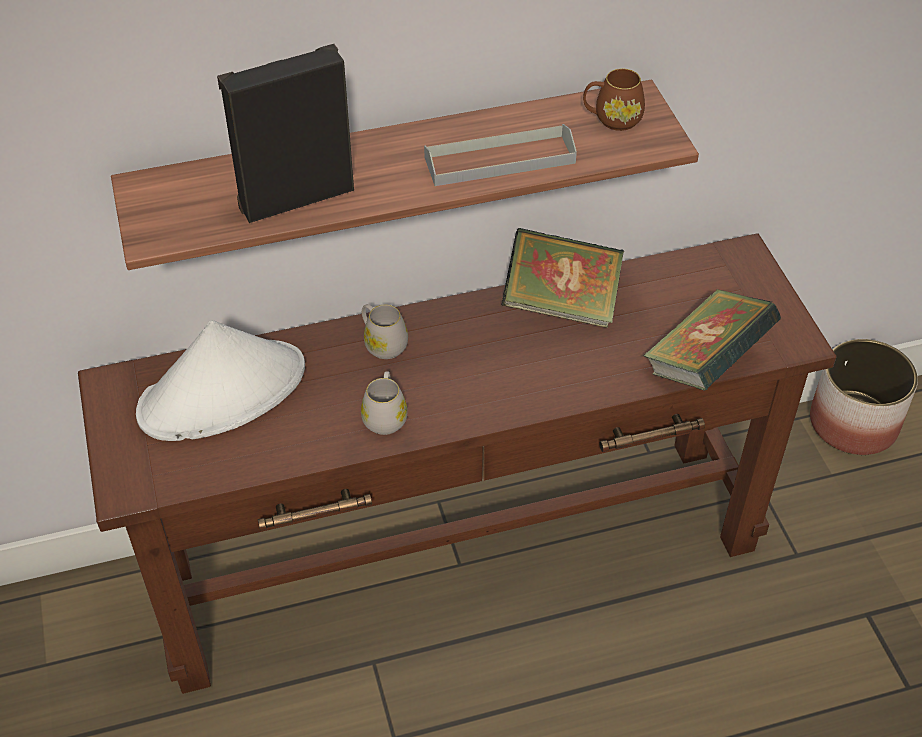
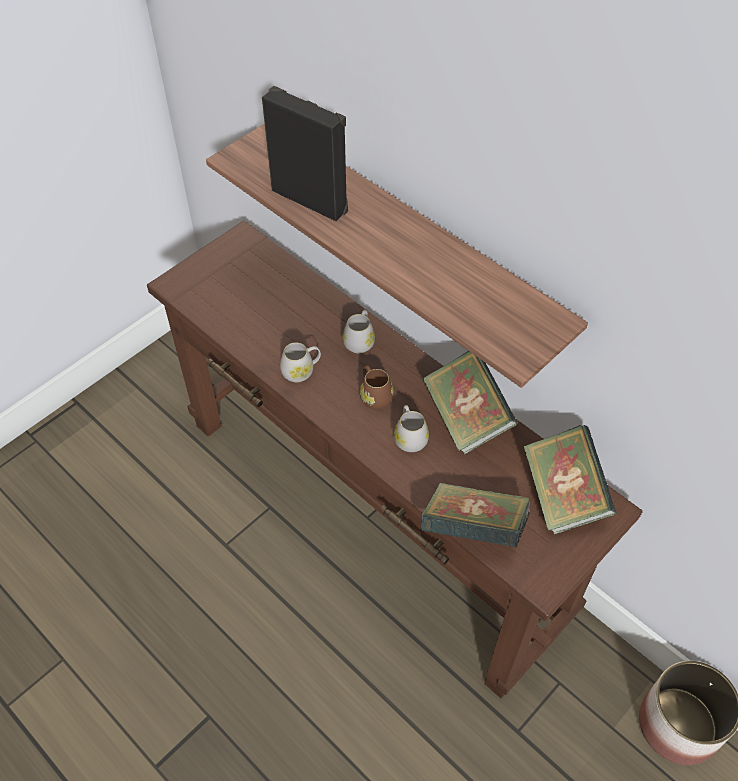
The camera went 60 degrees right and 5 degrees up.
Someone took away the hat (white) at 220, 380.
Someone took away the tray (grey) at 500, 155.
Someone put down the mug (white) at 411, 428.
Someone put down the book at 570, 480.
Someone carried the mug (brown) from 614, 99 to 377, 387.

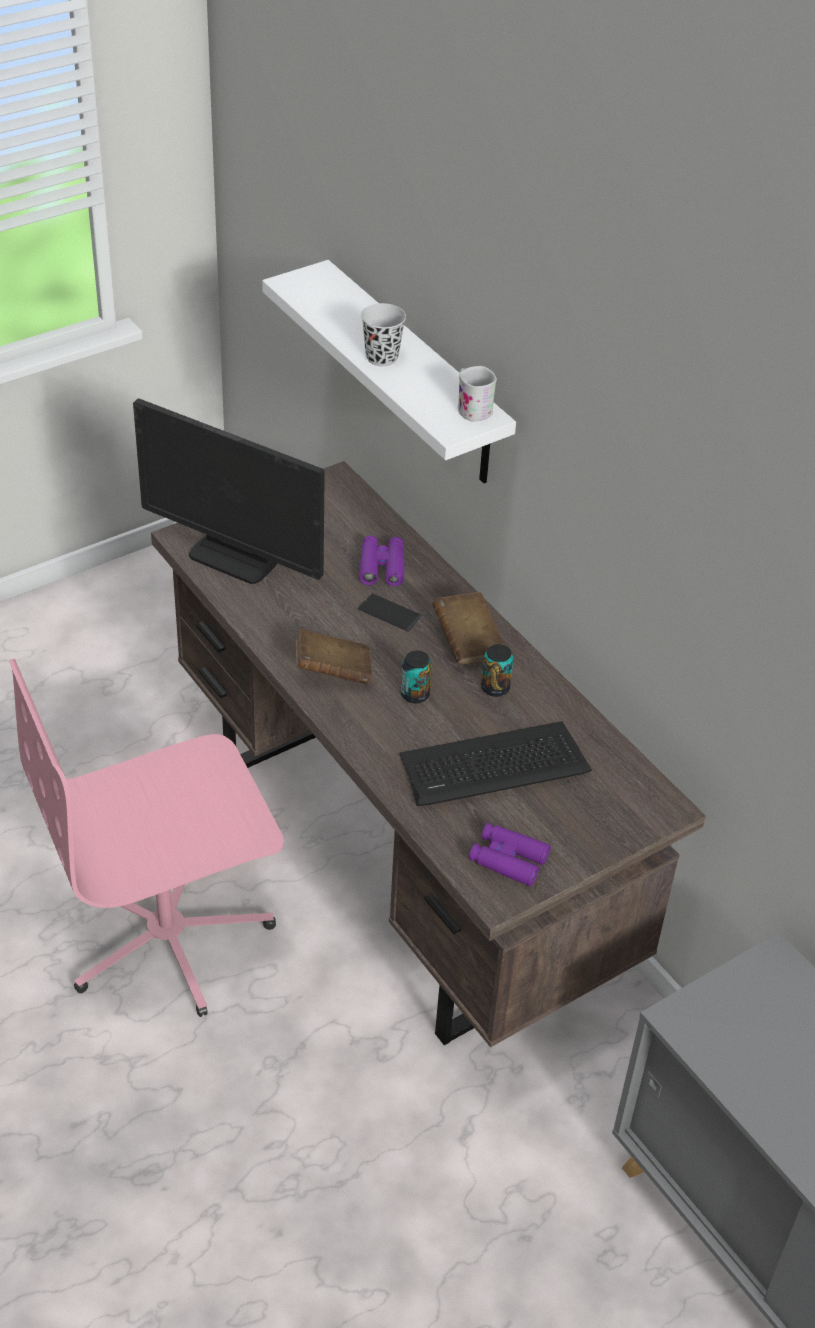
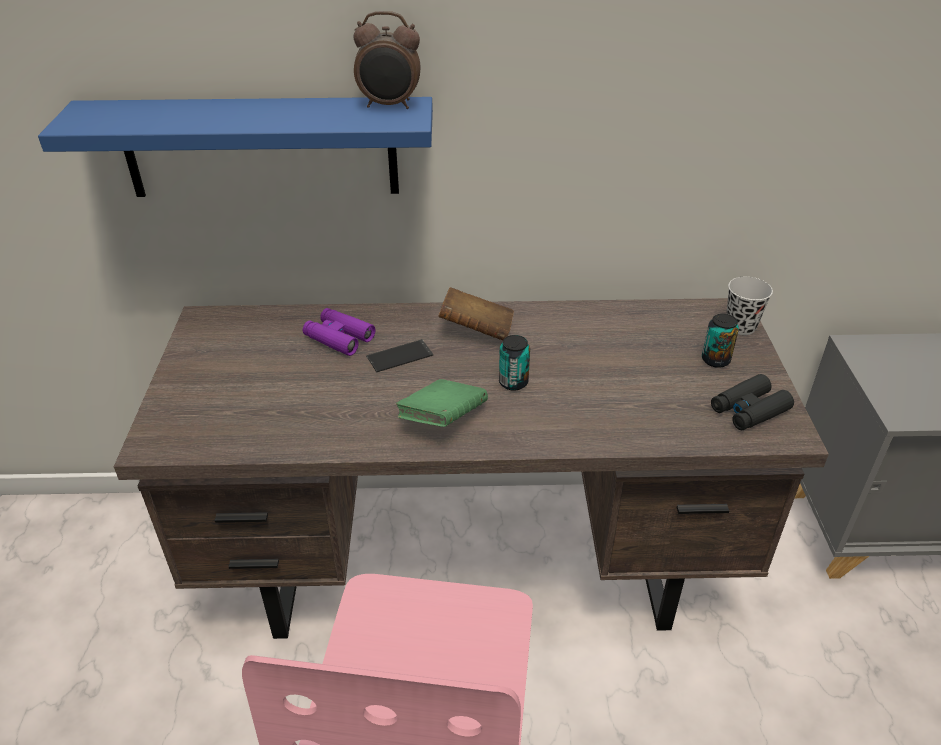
The camera went 55 degrees left and 5 degrees down.
Someone took away the monitor at 229, 491.
Someone took away the keyboard at 496, 763.
Someone carried the cup (black) from 383, 334 to 749, 306.
Someone carried the can from 497, 670 to 720, 340.
Someone swapped the mug (white) at 477, 393 for the alarm clock at 386, 60.
Someone repainted the shelf (white) at 389, 371, which became the shelf (blue) at 235, 147.
Someone repainted the book (brown) at 334, 657, which became the book (green) at 442, 403.
Someone repainted the binoculars (purple) at 510, 854, which became the binoculars (black) at 752, 402.

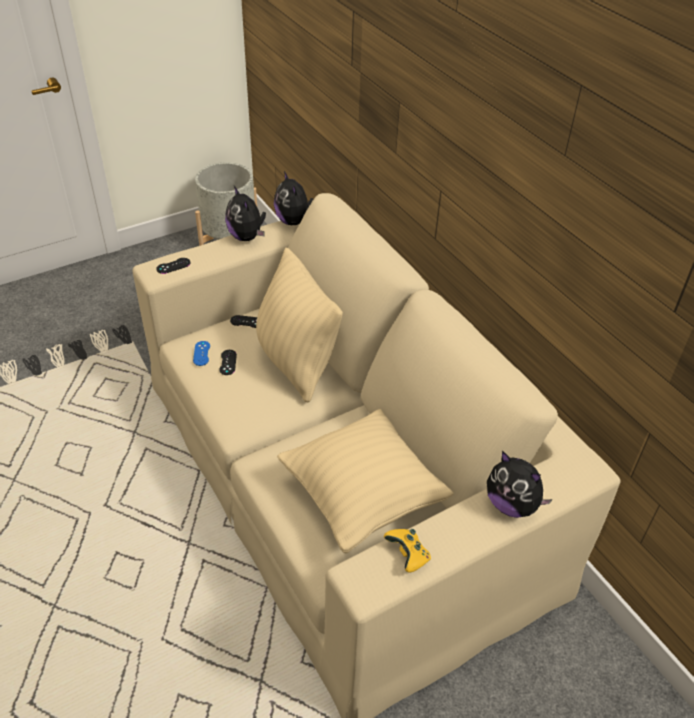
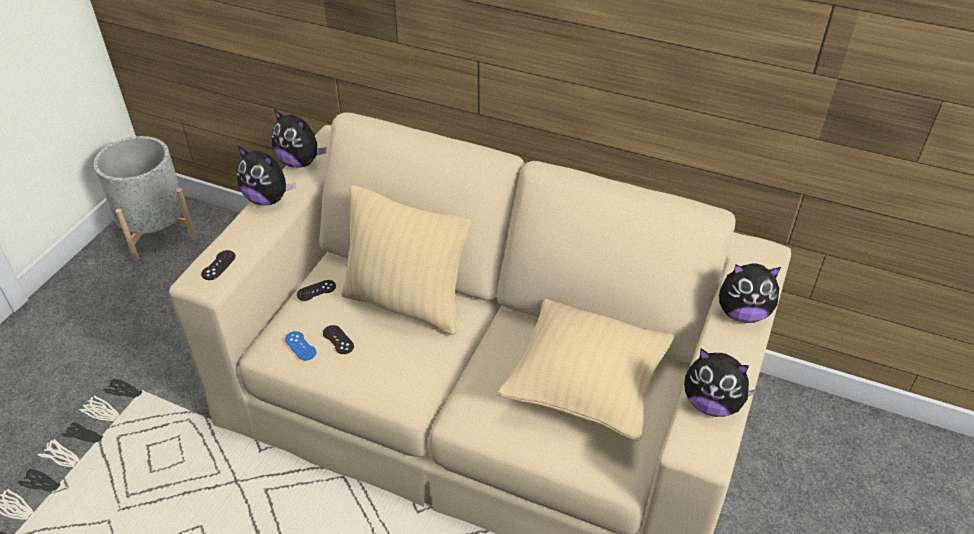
The camera went 35 degrees left and 0 degrees up.
Someone swapped the game controller (yellow) at 407, 550 for the plush toy at 720, 383.

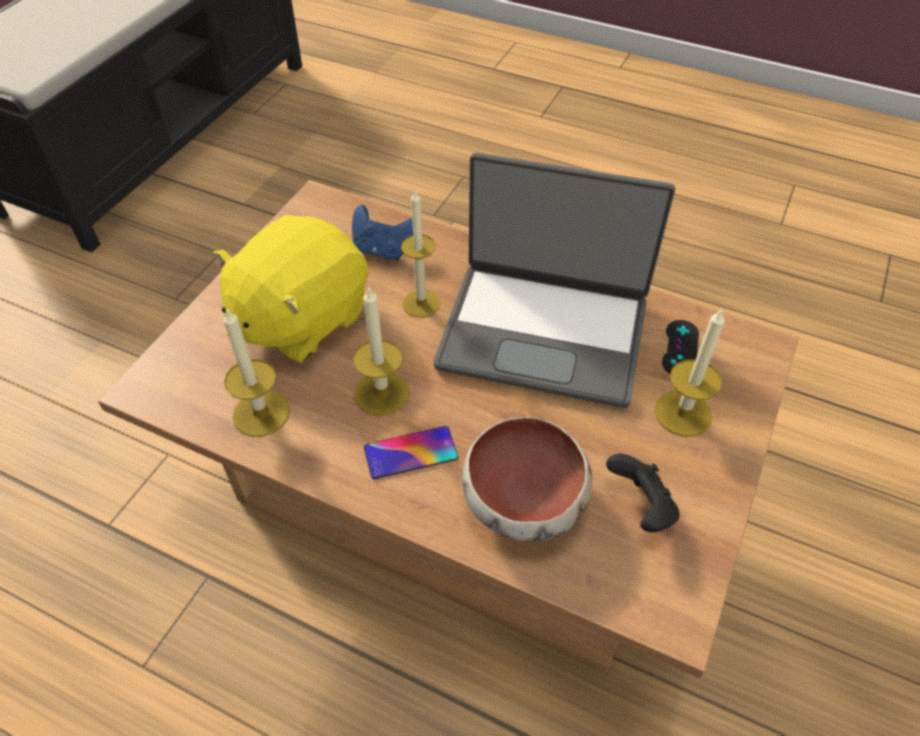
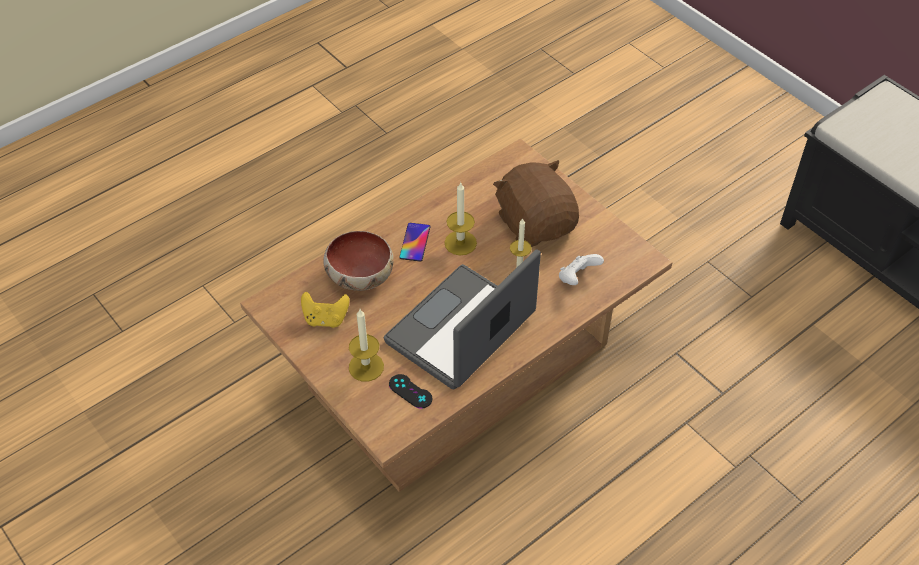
The camera went 115 degrees right and 0 degrees up.
Someone took away the candle at 257, 373.
Someone repainted the plush toy (yellow) at 290, 289, which became the plush toy (brown) at 536, 203.
Someone repainted the game controller (blue) at 382, 232, which became the game controller (white) at 581, 269.
Someone repainted the game controller (black) at 643, 493, which became the game controller (yellow) at 325, 310.

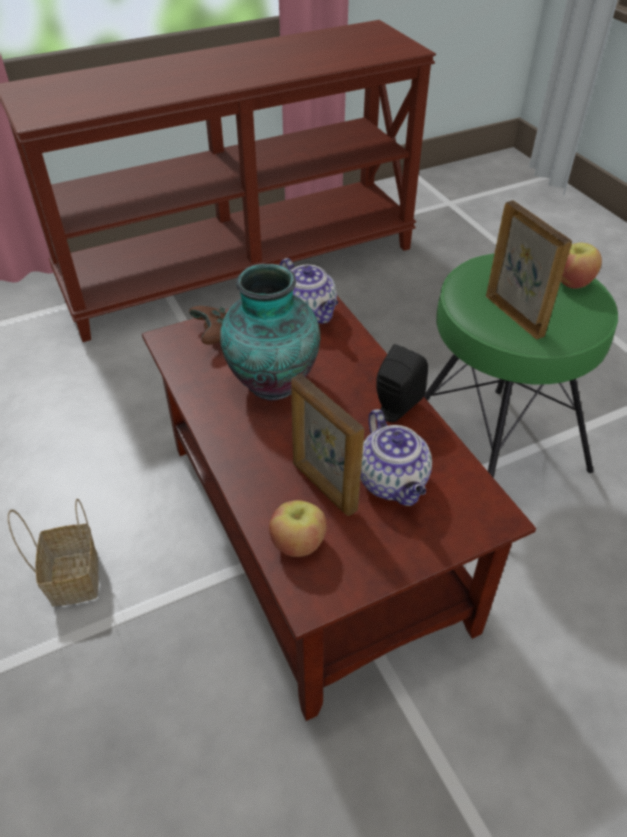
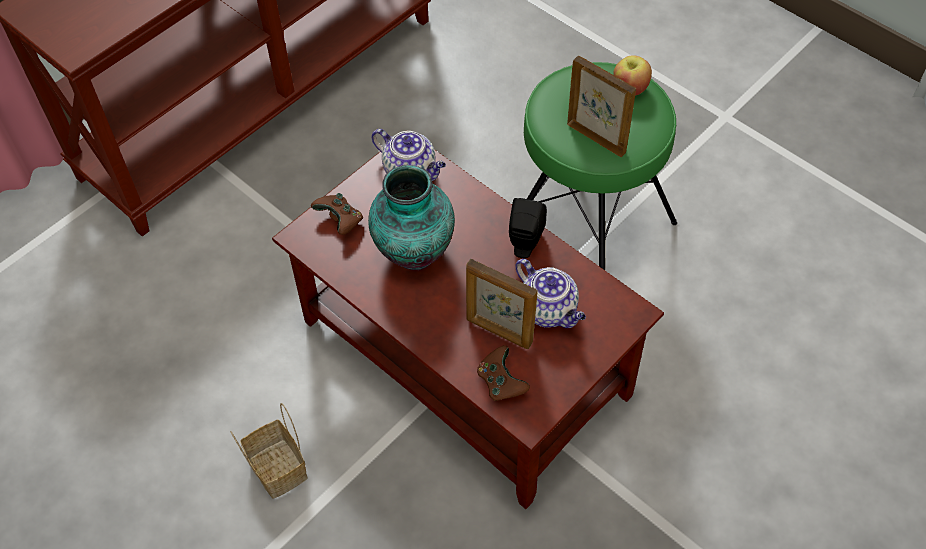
The camera went 20 degrees left and 10 degrees up.
Someone swapped the apple at 298, 528 for the game controller (brown) at 503, 373.

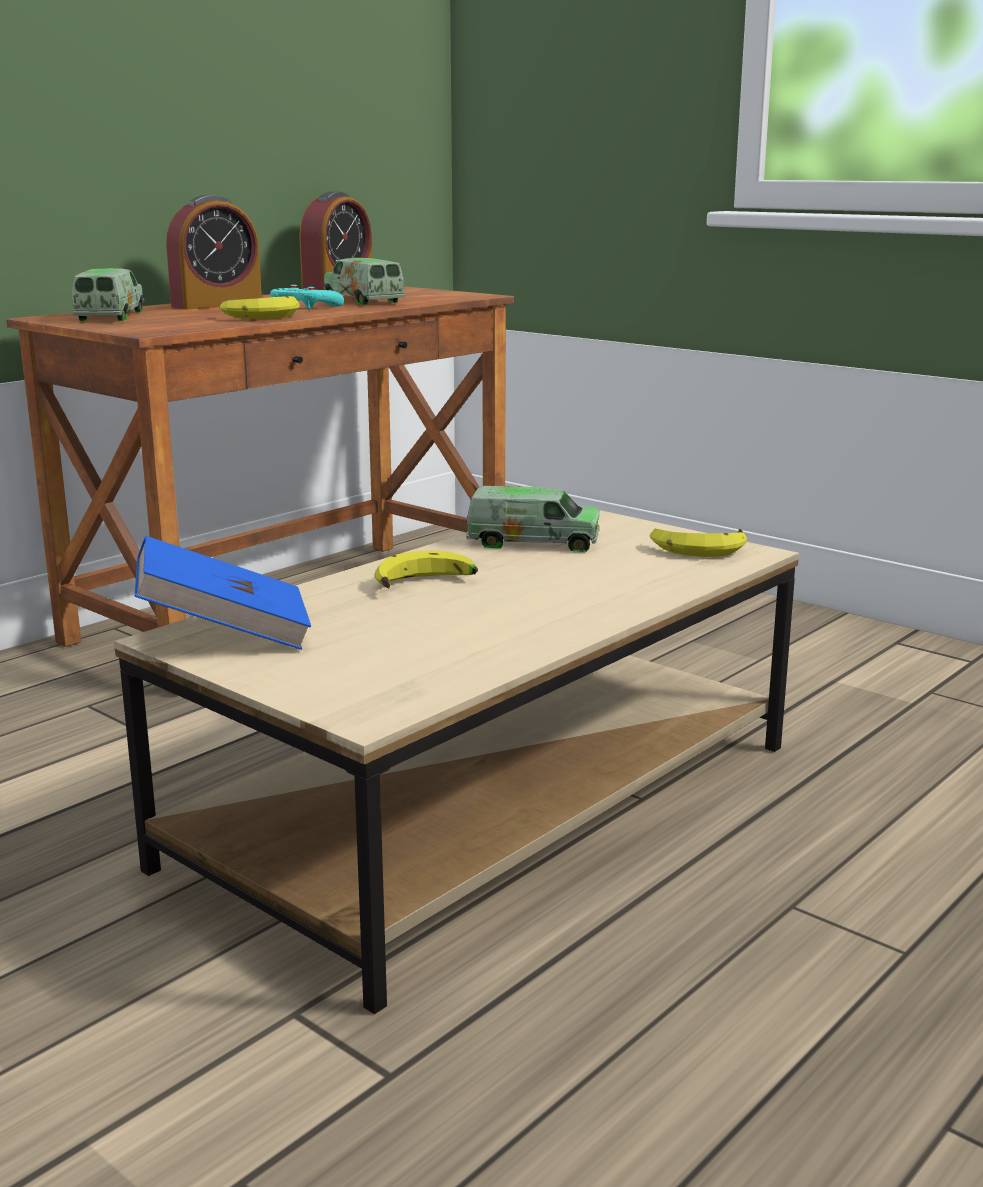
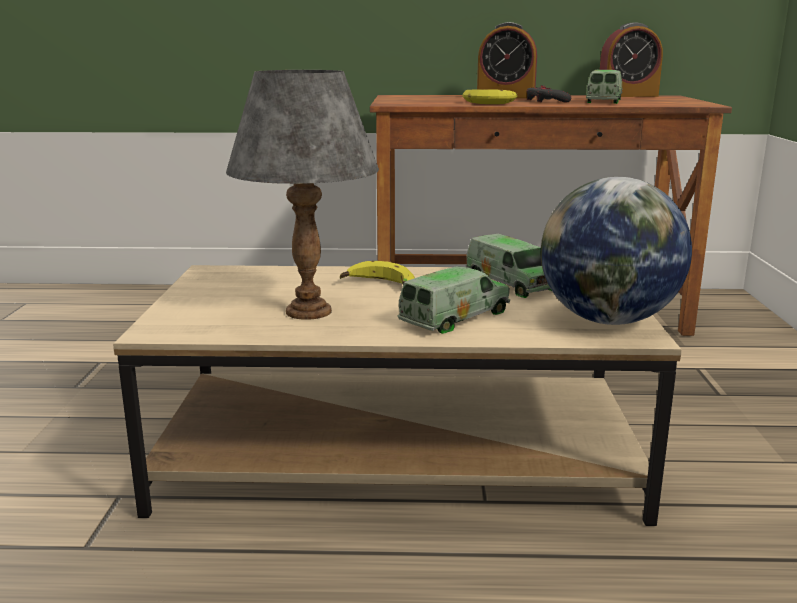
The camera went 50 degrees right and 0 degrees up.
Someone took away the book (blue) at 223, 593.
Someone put down the table lamp (grey) at 302, 195.
Someone carried the toy truck from 108, 294 to 454, 300.
Someone swapped the banana at 698, 543 for the globe at 616, 251.
Someone repainted the game controller (turquoise) at 307, 297, which became the game controller (grey) at 548, 93.

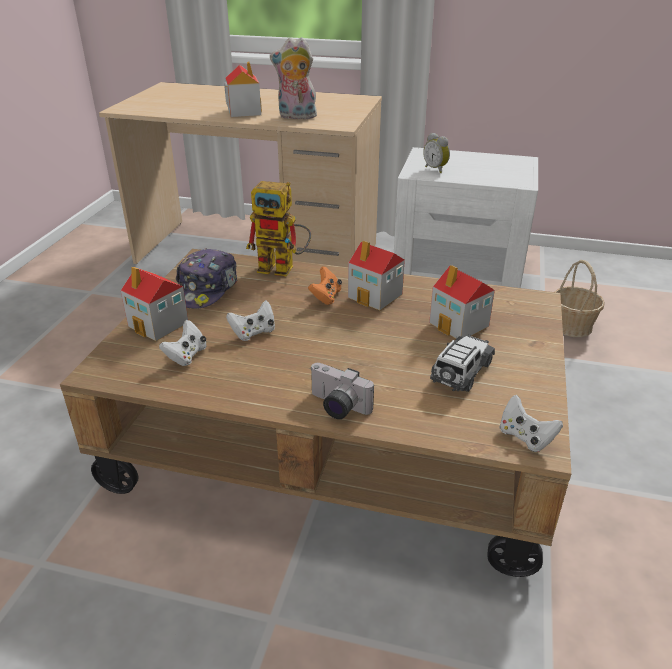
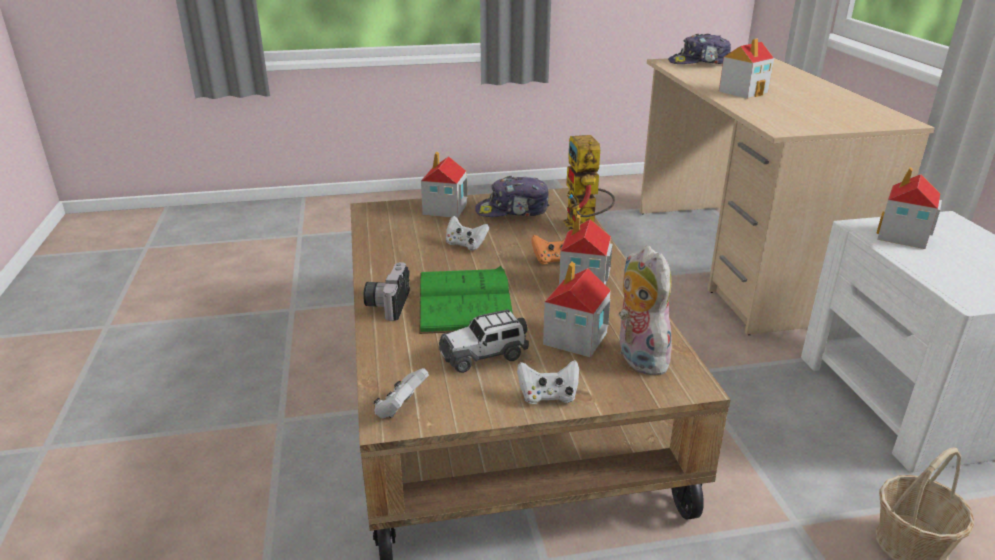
The camera went 65 degrees right and 5 degrees down.
Someone put down the book (green) at 466, 300.
Someone put down the cap at 699, 49.
Someone carried the game controller (white) from 183, 343 to 548, 382.
Someone carried the plush toy from 295, 79 to 646, 310.
Someone swapped the alarm clock at 436, 153 for the toy house at 909, 208.
Someone rotated the toy car at 462, 363 by 150 degrees clockwise.

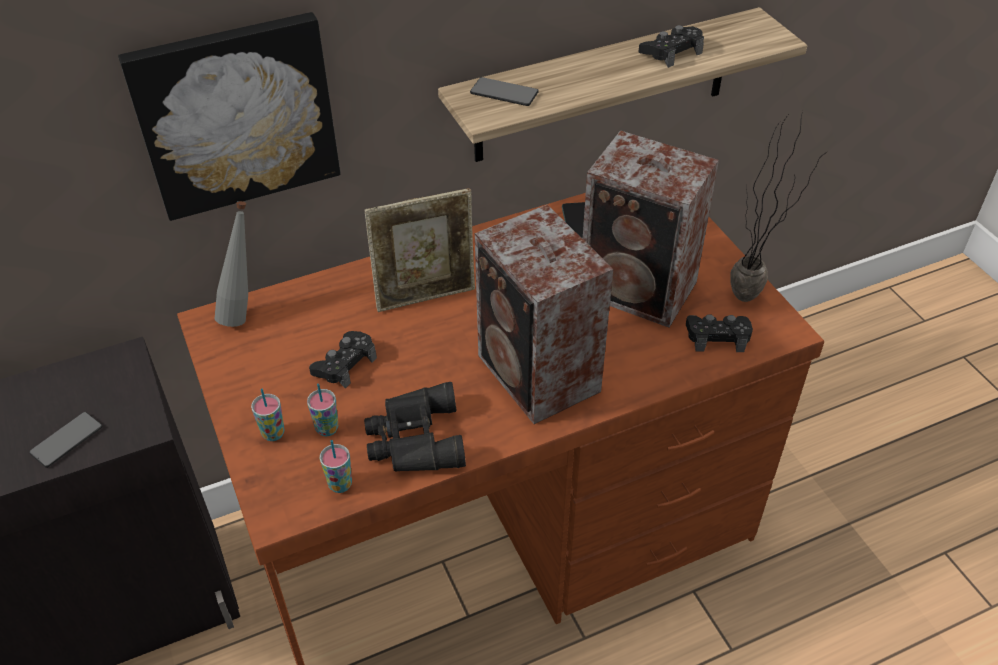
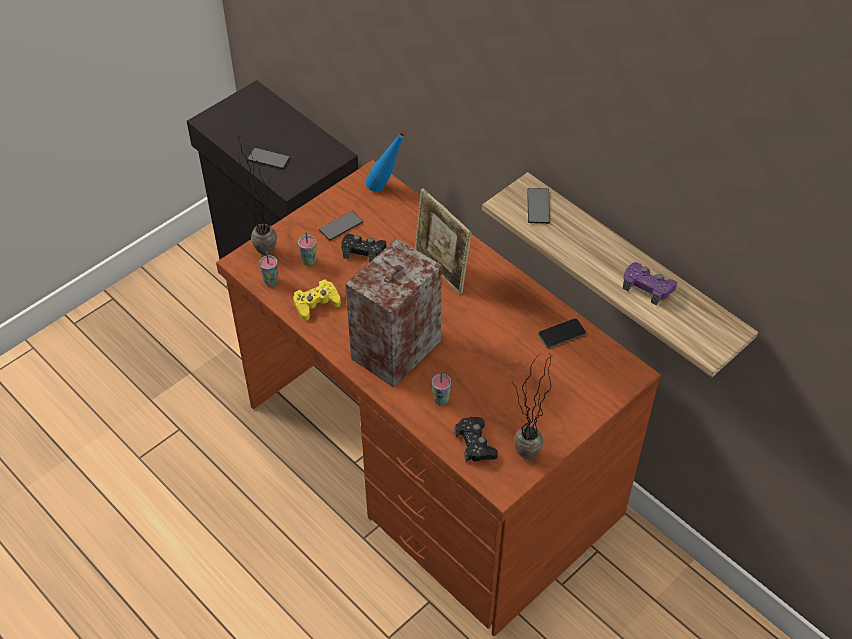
The camera went 70 degrees right and 5 degrees up.
Someone took away the picture at 229, 116.
Someone took away the speaker at 651, 229.
Someone put down the potted plant at 249, 196.
Someone put down the phone at 341, 225.
Someone carried the cup from 268, 414 to 441, 388.
Someone swapped the binoculars (black) at 415, 427 for the game controller (yellow) at 317, 300.
Someone repainted the bottle (grey) at 231, 264, which became the bottle (blue) at 385, 160.
Someone repainted the game controller (black) at 671, 46, which became the game controller (purple) at 650, 283.

